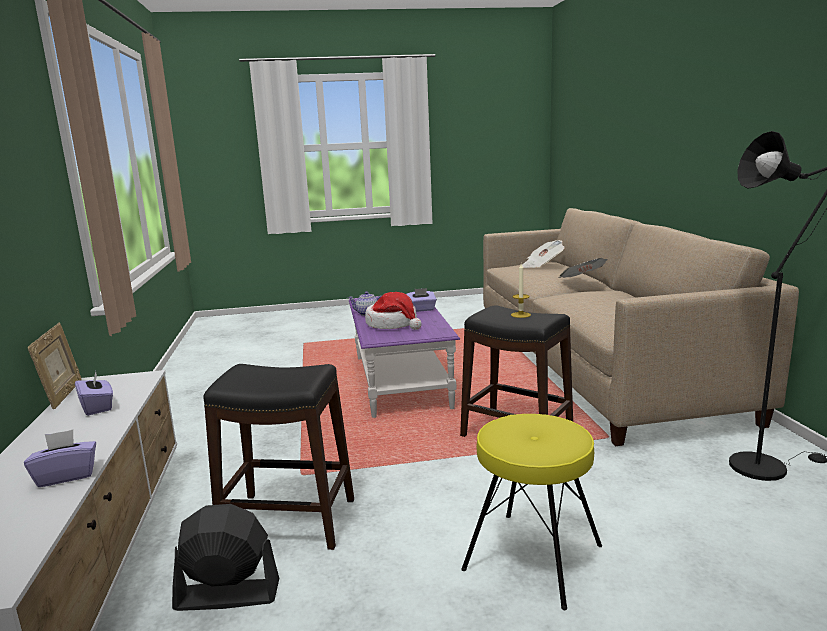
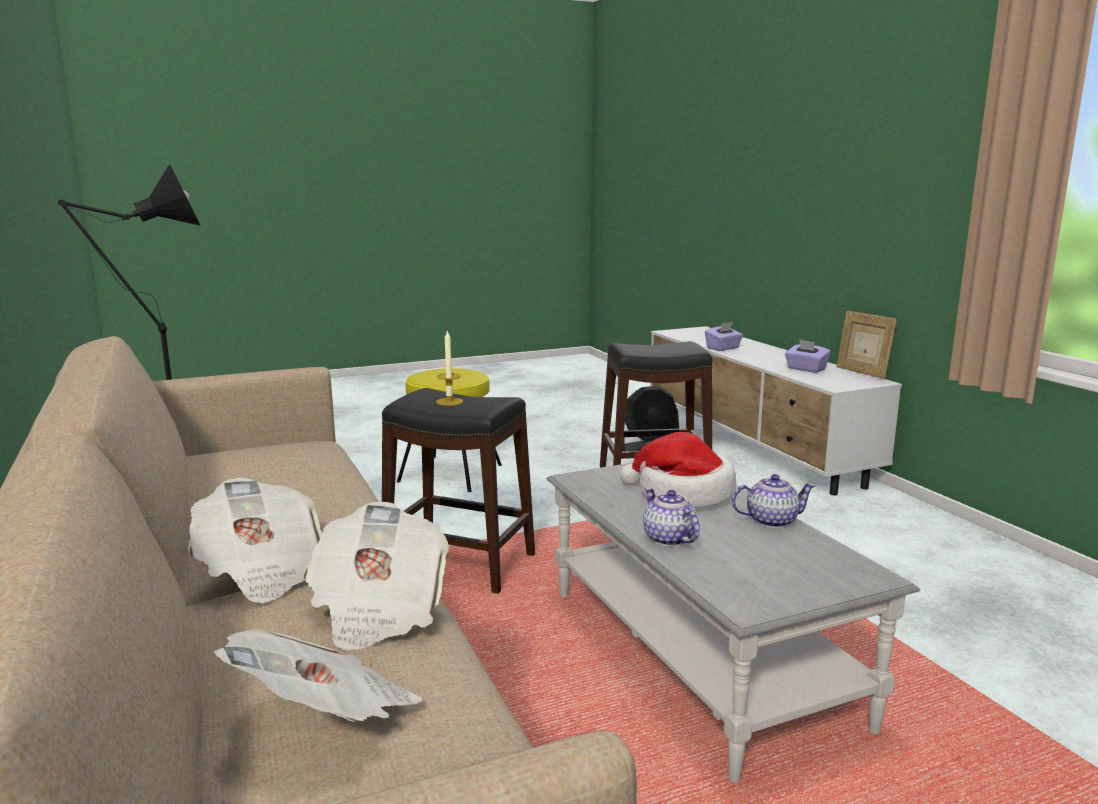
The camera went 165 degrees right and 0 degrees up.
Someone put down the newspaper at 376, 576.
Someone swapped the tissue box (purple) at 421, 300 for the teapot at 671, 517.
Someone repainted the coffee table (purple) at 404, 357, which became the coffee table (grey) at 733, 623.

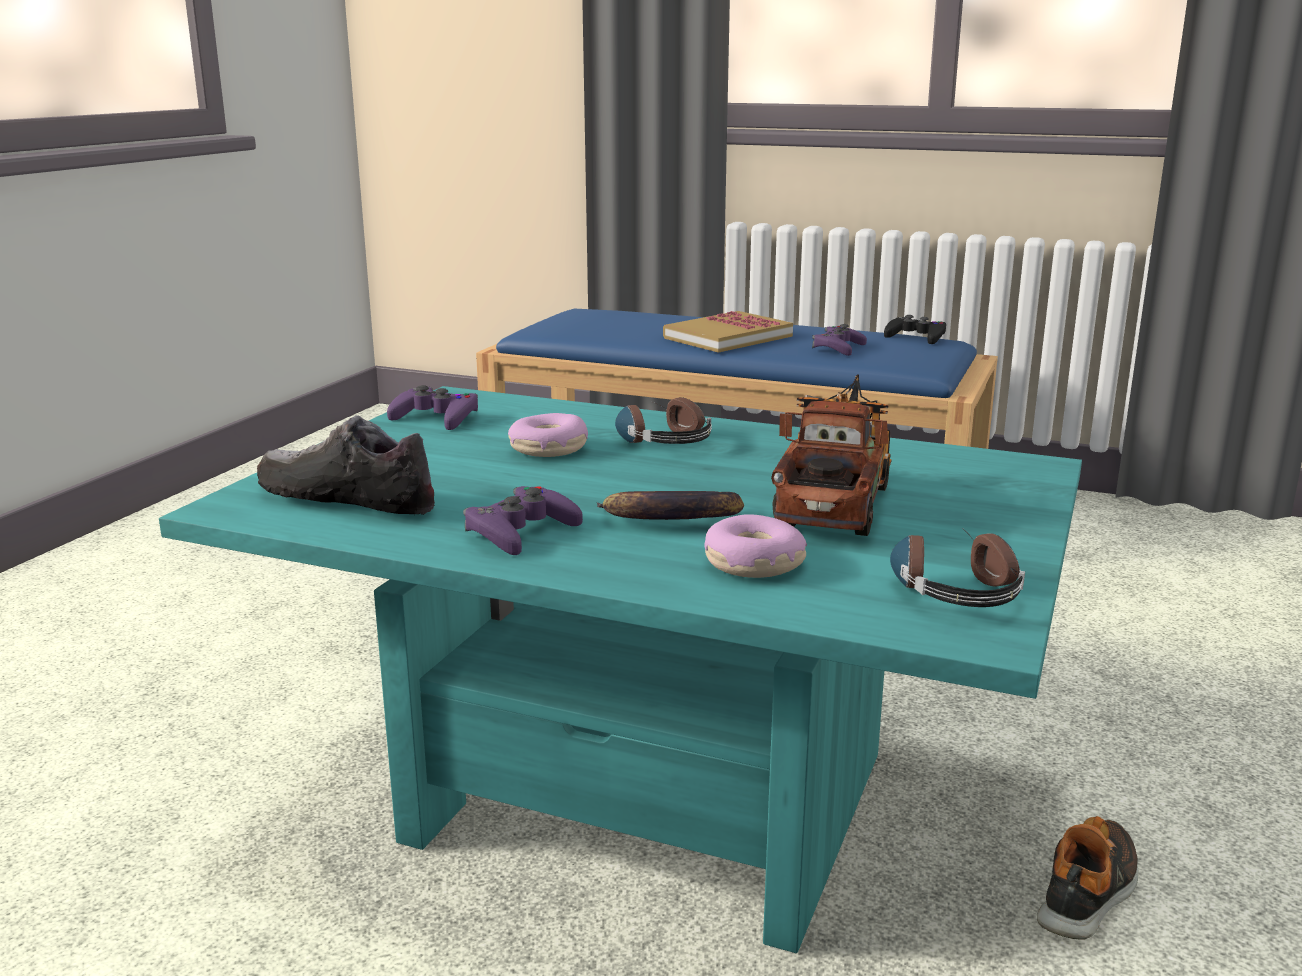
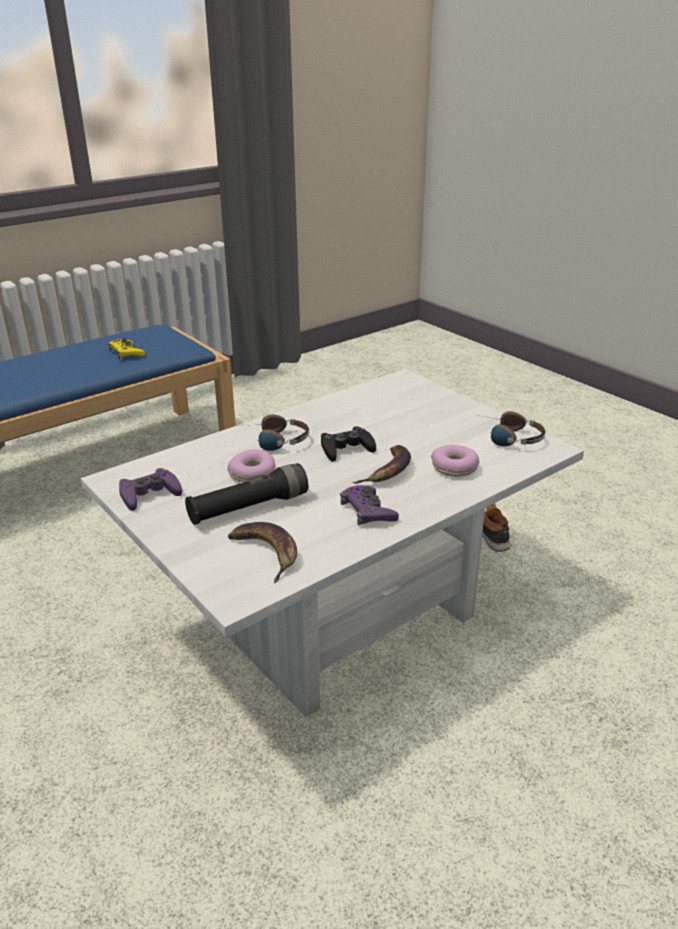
The camera went 60 degrees left and 10 degrees up.
Someone took away the book at 728, 332.
Someone took away the toy truck at 831, 455.
Someone put down the flashlight (black) at 246, 494.
Someone carried the game controller (black) from 915, 329 to 348, 443.
Someone swapped the shoe at 346, 465 for the banana at 262, 552.
Someone repainted the coffee table (turquoise) at 620, 669, which became the coffee table (white) at 332, 543.
Someone repainted the game controller (purple) at 839, 340, which became the game controller (yellow) at 126, 348.

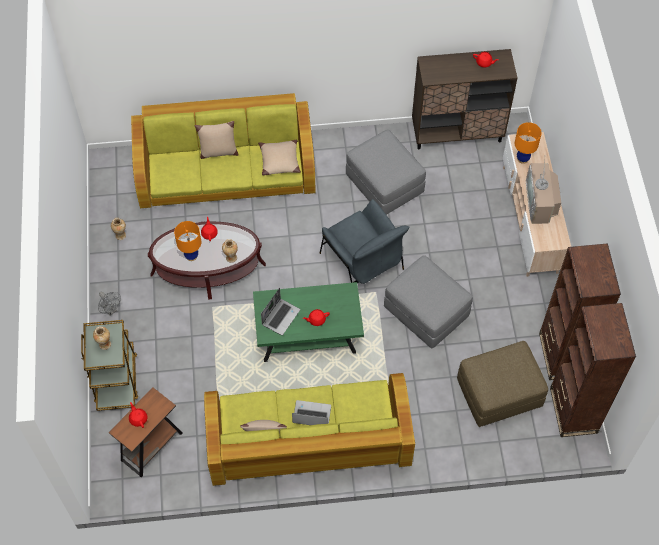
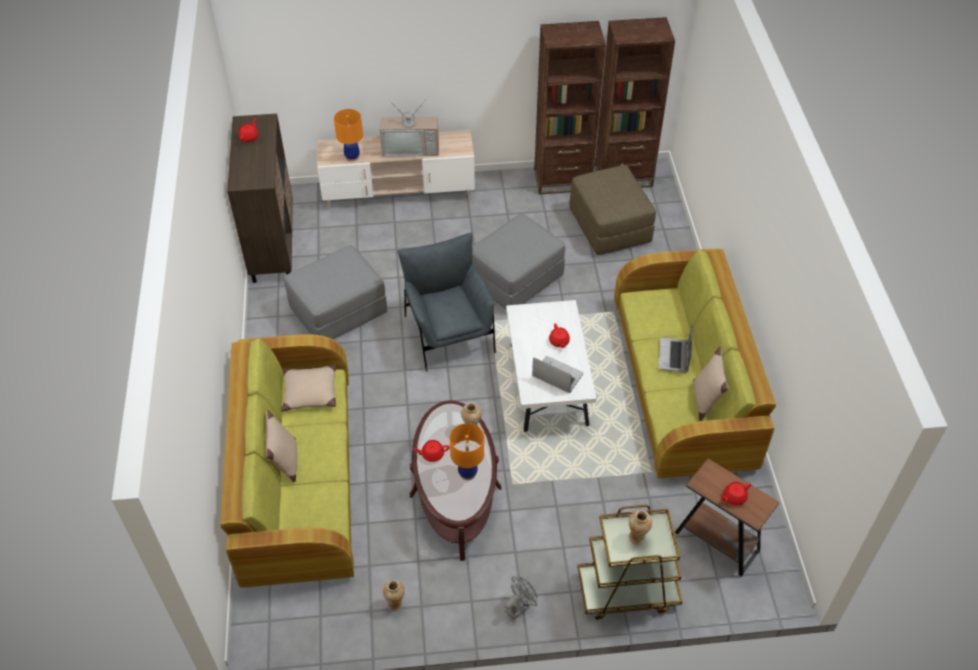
The camera went 90 degrees left and 10 degrees down.
Someone repainted the coffee table (green) at 308, 322, which became the coffee table (white) at 551, 366.
Someone rotated the armchair (grey) at 364, 241 by 75 degrees counterclockwise.

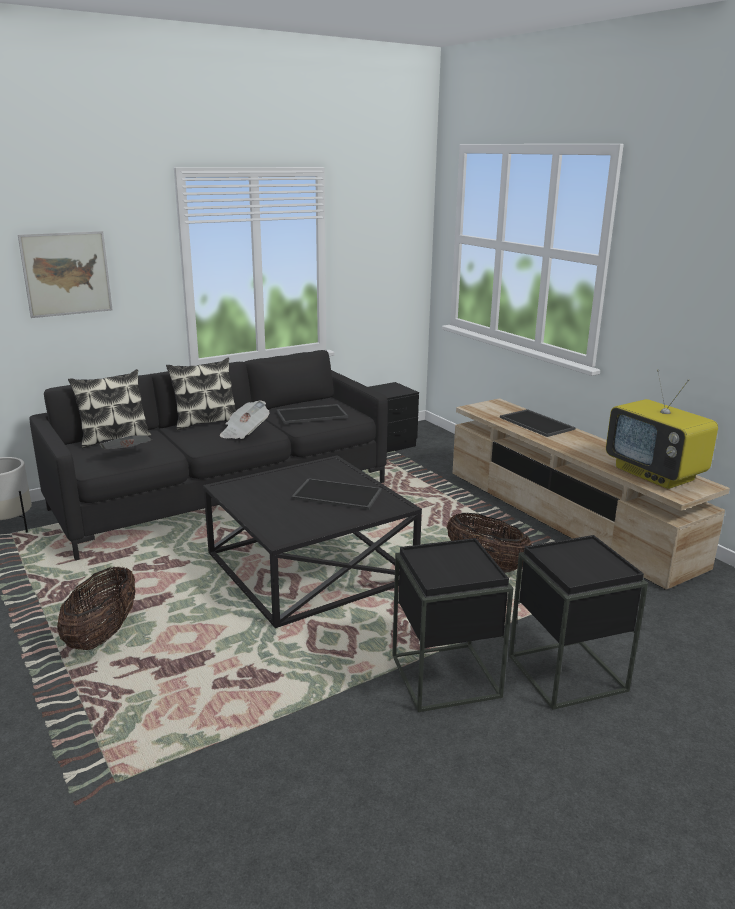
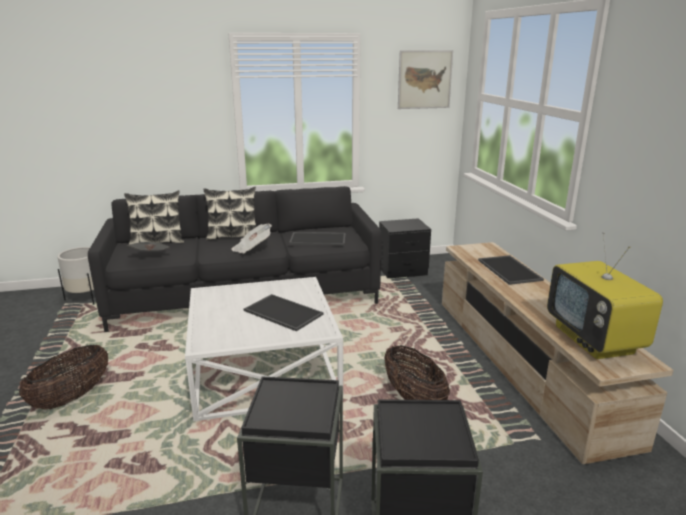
The camera went 20 degrees right and 0 degrees up.
Someone carried the picture from 65, 274 to 425, 79.
Someone repainted the coffee table (black) at 312, 541, which became the coffee table (white) at 264, 349.

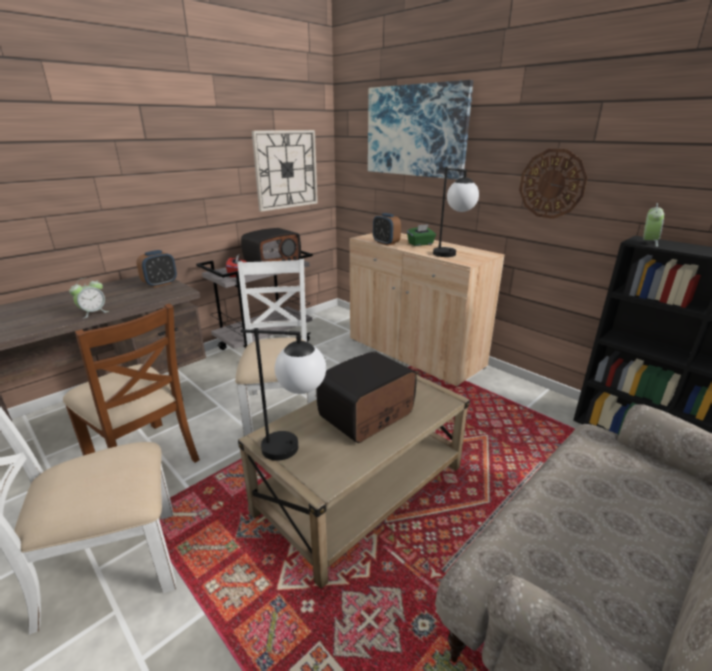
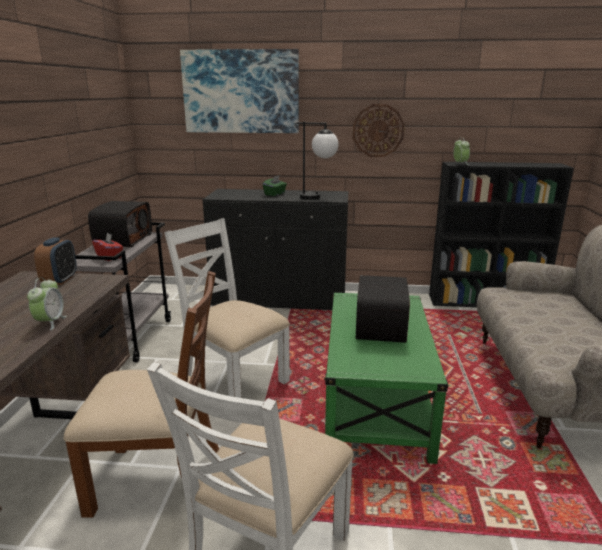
The camera went 40 degrees left and 5 degrees down.
Someone took away the table lamp at 283, 394.
Someone took away the wall clock at 285, 171.
Someone took away the alarm clock at 387, 229.
Someone repainted the coffee table (beige) at 354, 482, which became the coffee table (green) at 386, 378.
Someone repainted the cabinet (beige) at 427, 309, which became the cabinet (black) at 275, 249.

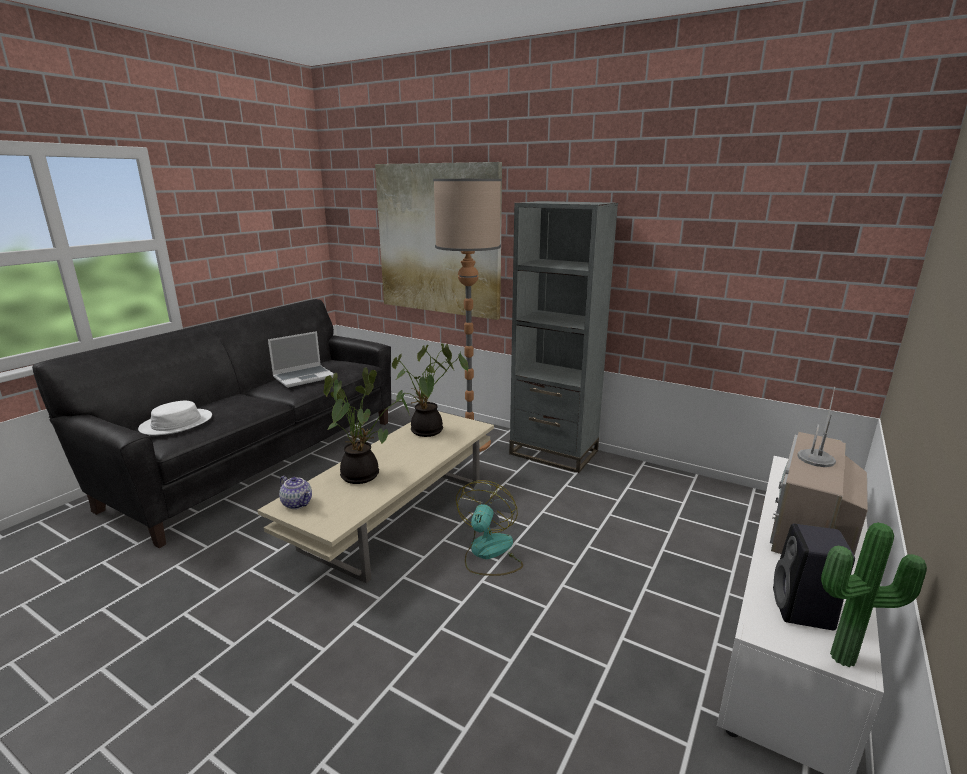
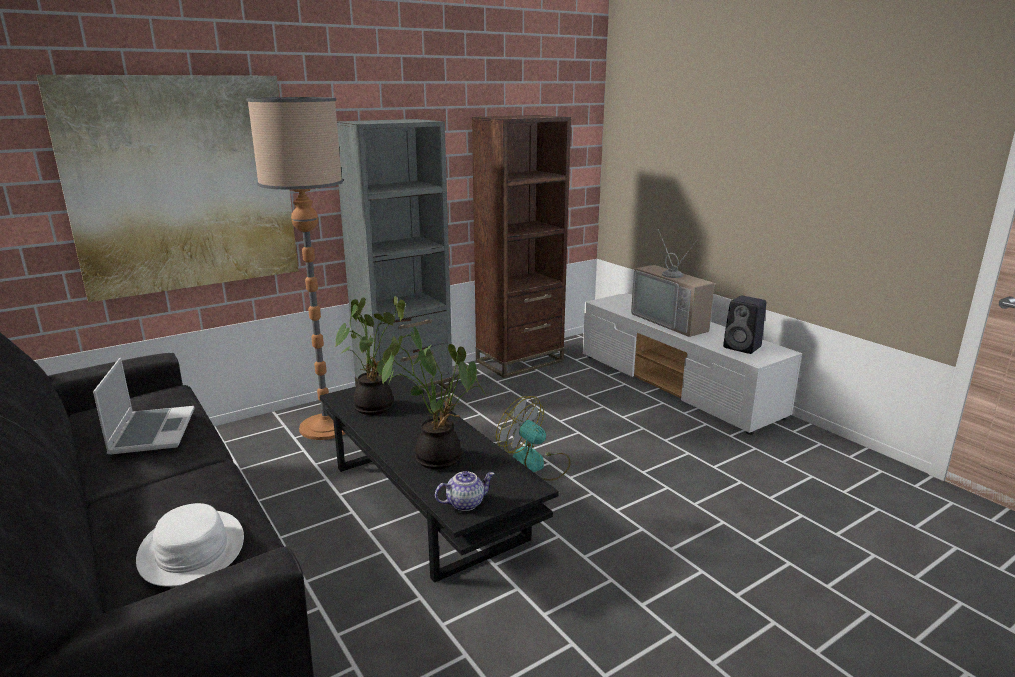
The camera went 65 degrees left and 0 degrees up.
Someone took away the potted plant at 874, 595.
Someone put down the bookcase (brown) at 521, 246.
Someone repainted the coffee table (beige) at 375, 497, which became the coffee table (black) at 439, 479.

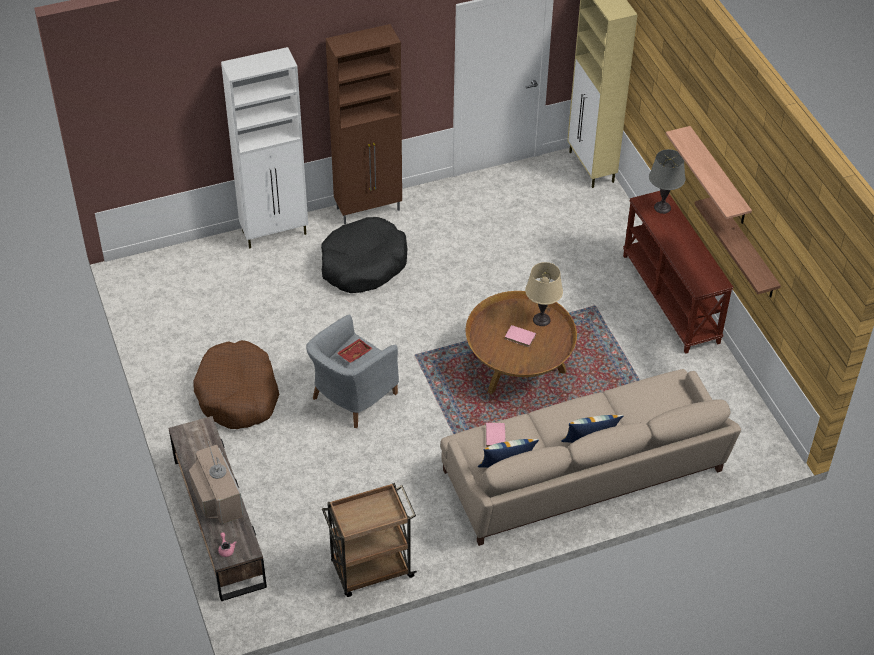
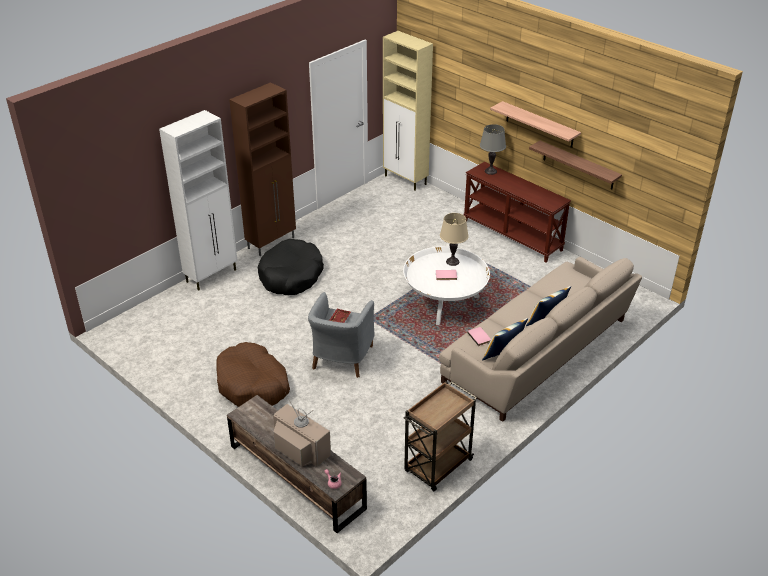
The camera went 25 degrees left and 10 degrees down.
Someone repainted the coffee table (brown) at 521, 343, which became the coffee table (white) at 446, 286.

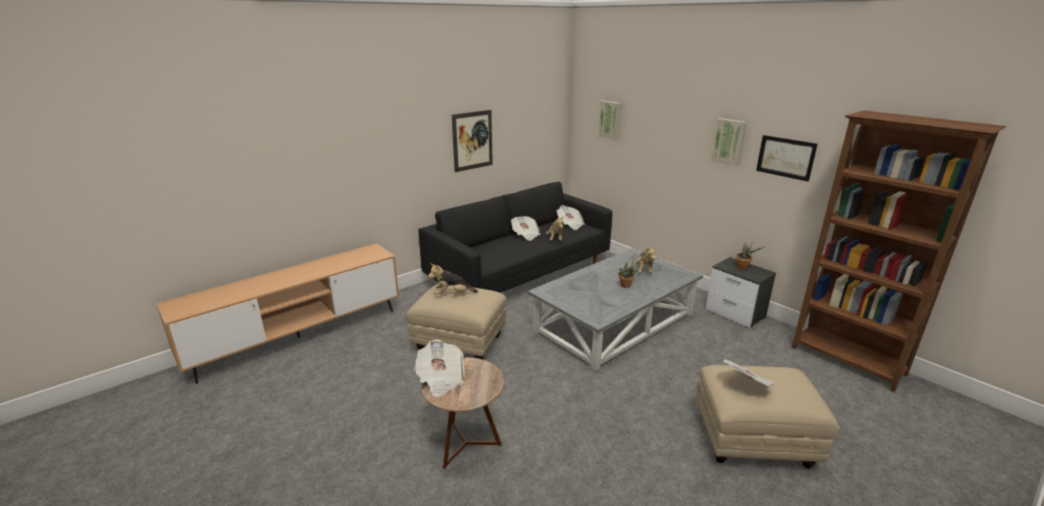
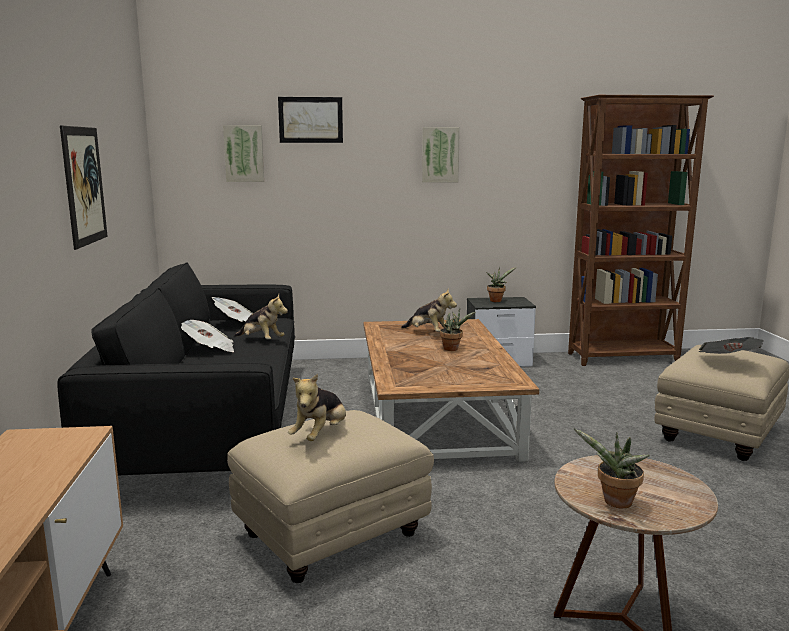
The camera went 55 degrees left and 10 degrees down.
Someone carried the picture from 787, 158 to 310, 120.
Someone swapped the newspaper at 439, 368 for the potted plant at 612, 468.
Someone repainted the coffee table (grey) at 615, 309, which became the coffee table (brown) at 451, 390.

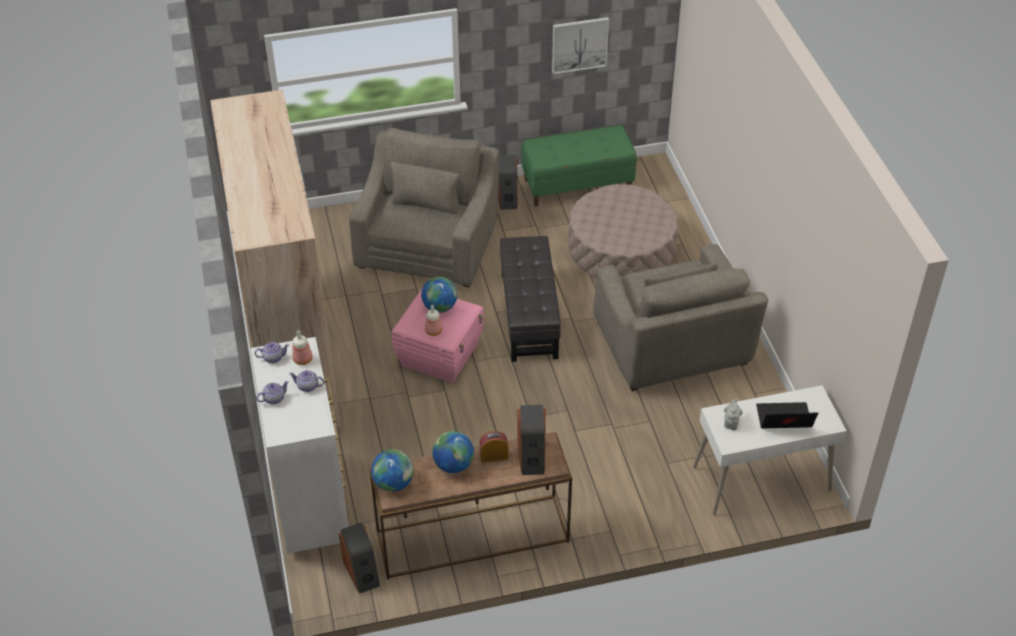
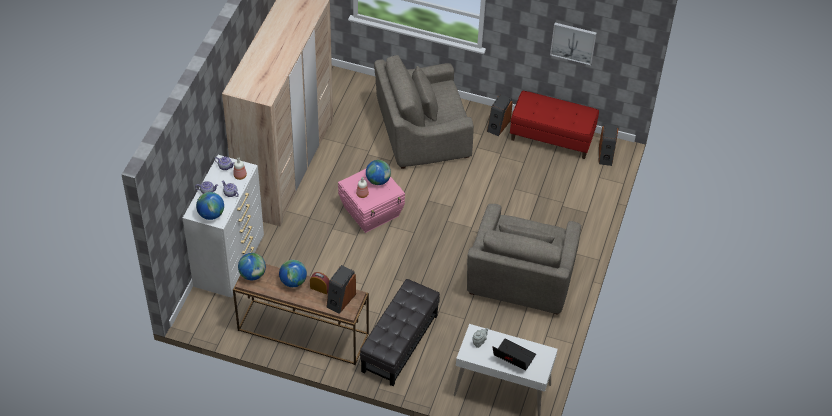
The camera went 30 degrees right and 5 degrees up.
Someone took away the ottoman (beige) at 623, 231.
Someone put down the globe at 210, 206.
Someone carried the speaker from 359, 558 to 609, 145.
Someone carried the ottoman (black) from 530, 299 to 400, 332.
Someone repainted the bench (green) at 579, 166, which became the bench (red) at 554, 125.
Someone rotated the armchair (grey) at 424, 207 by 150 degrees counterclockwise.

